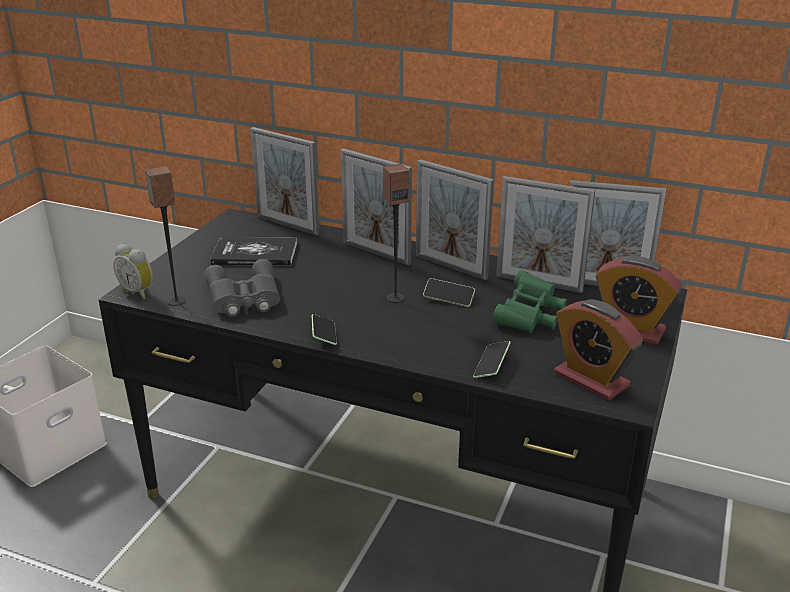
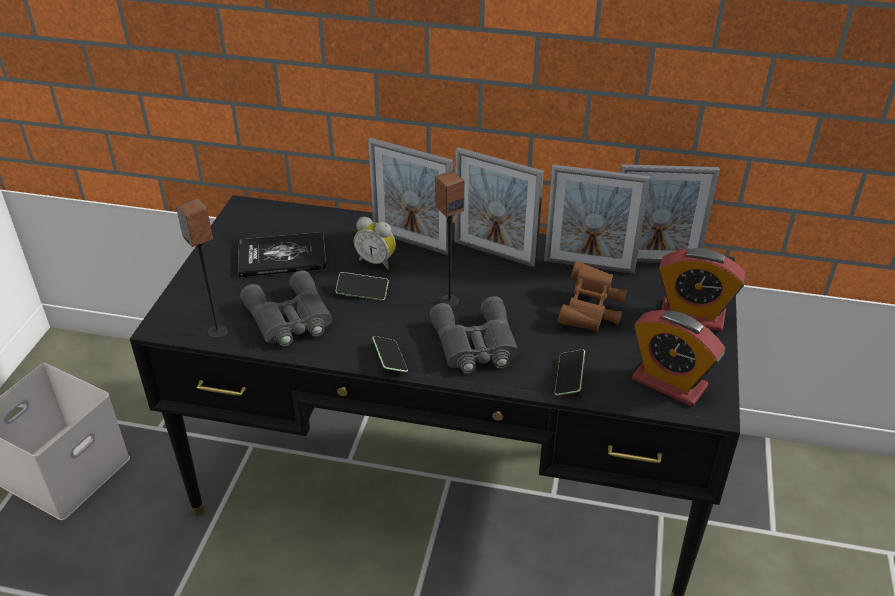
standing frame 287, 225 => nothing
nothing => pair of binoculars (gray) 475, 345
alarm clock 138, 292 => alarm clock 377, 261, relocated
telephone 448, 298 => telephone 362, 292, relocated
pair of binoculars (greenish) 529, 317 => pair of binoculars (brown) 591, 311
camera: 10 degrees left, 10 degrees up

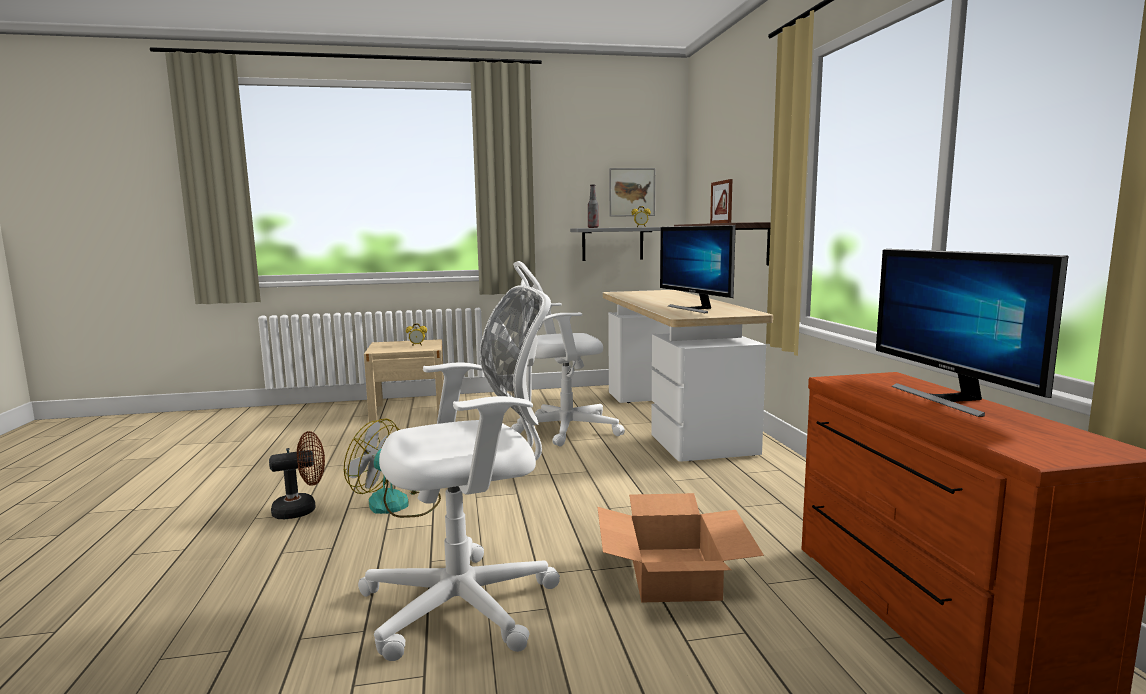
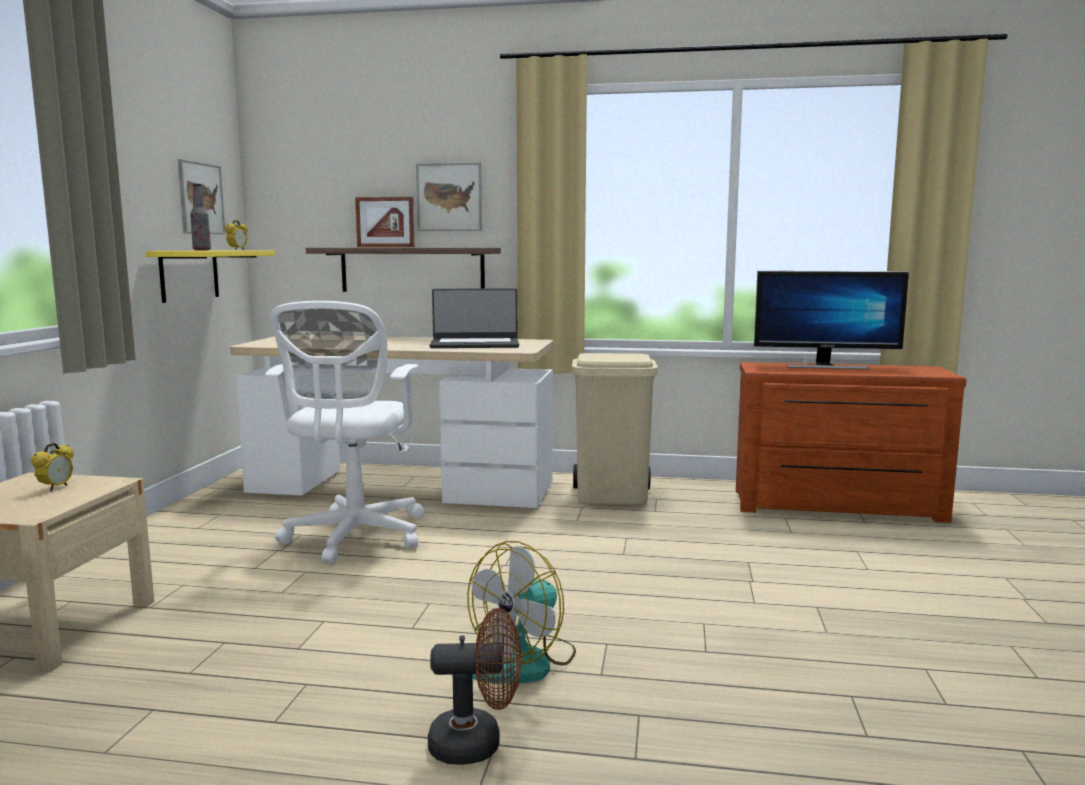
office chair (white-coloured) 469, 604 => nothing
carton 673, 574 => nothing
nothing => wall picture 449, 197
nothing => rubbish bin (sand-coloured) 612, 496
computer screen 695, 309 => laptop 475, 344
bracket shelf (gray) 612, 244 => bracket shelf (yellow-coloured) 189, 275
cooling fan (brown) 302, 510 => cooling fan (brown) 477, 743, 90 degrees clockwise
camera: 70 degrees left, 0 degrees up

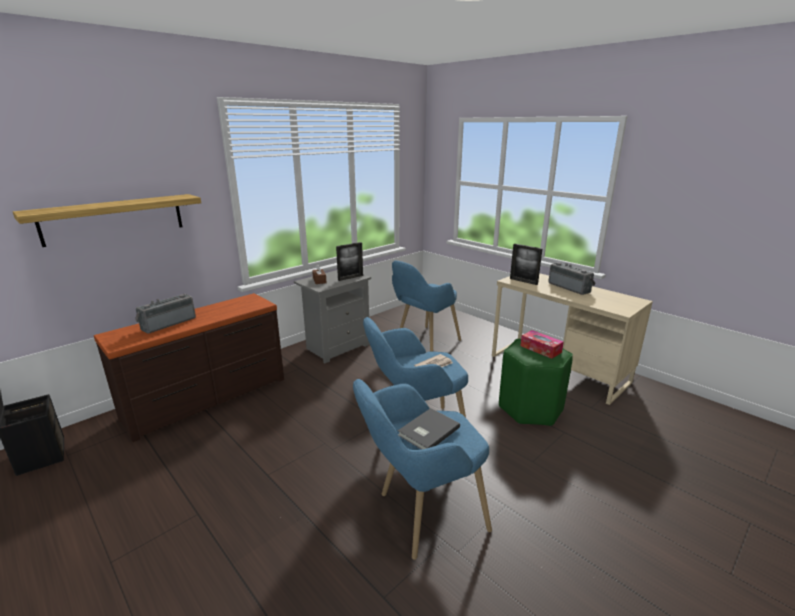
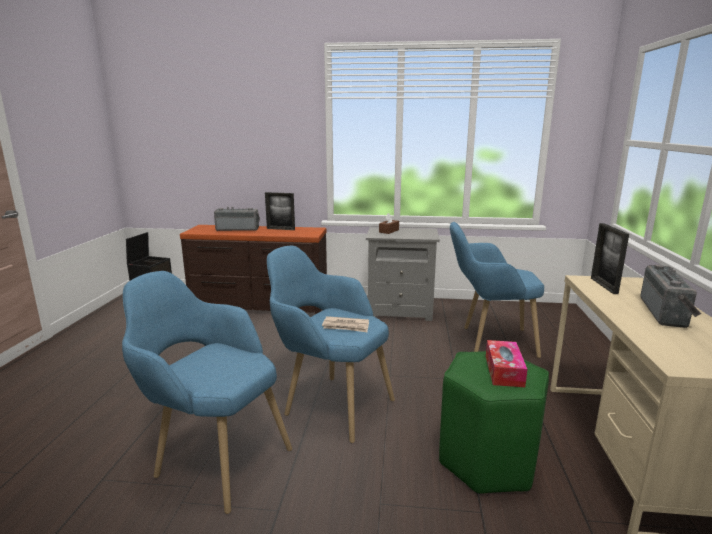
bracket shelf 114, 219 => nothing
bound book (gray) 427, 431 => nothing
standing frame 350, 277 => standing frame 280, 229, relocated
camera: 50 degrees right, 5 degrees down

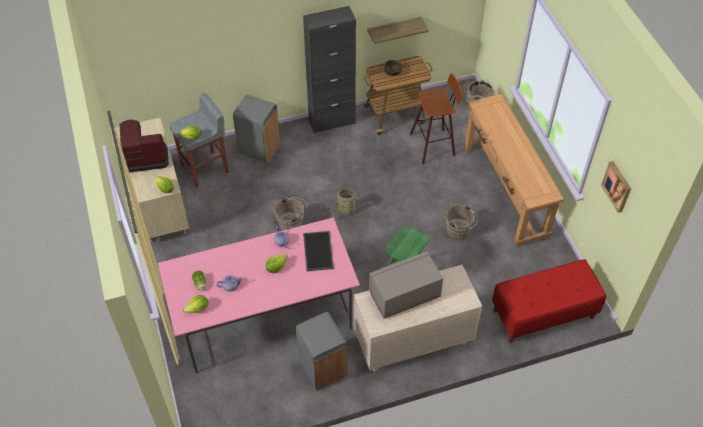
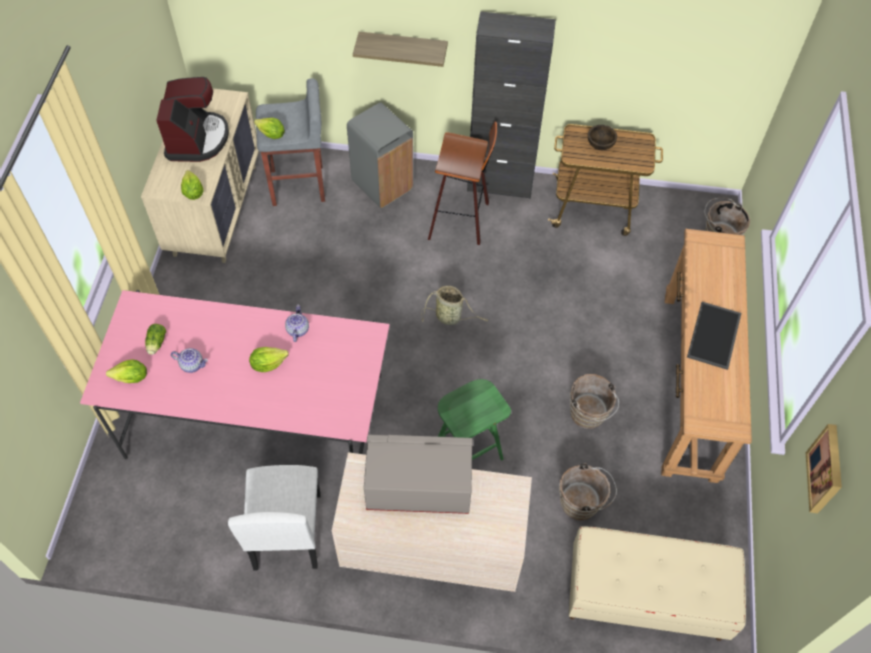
pail (brown) 292, 224 => pail (brown) 582, 503, relocated
serving tray 319, 251 => serving tray 715, 336, relocated
bracket shelf 394, 30 => bracket shelf 403, 48, relocated
stool seat 434, 145 => stool seat 461, 219, relocated
rubbish bin (gray) 322, 369 => upright chair (white-coloured) 286, 531
long seat (reddish) 543, 314 => long seat (sand-coloured) 645, 597
coffee maker 146, 157 => coffee maker 197, 139, 75 degrees clockwise
camera: 25 degrees right, 5 degrees up

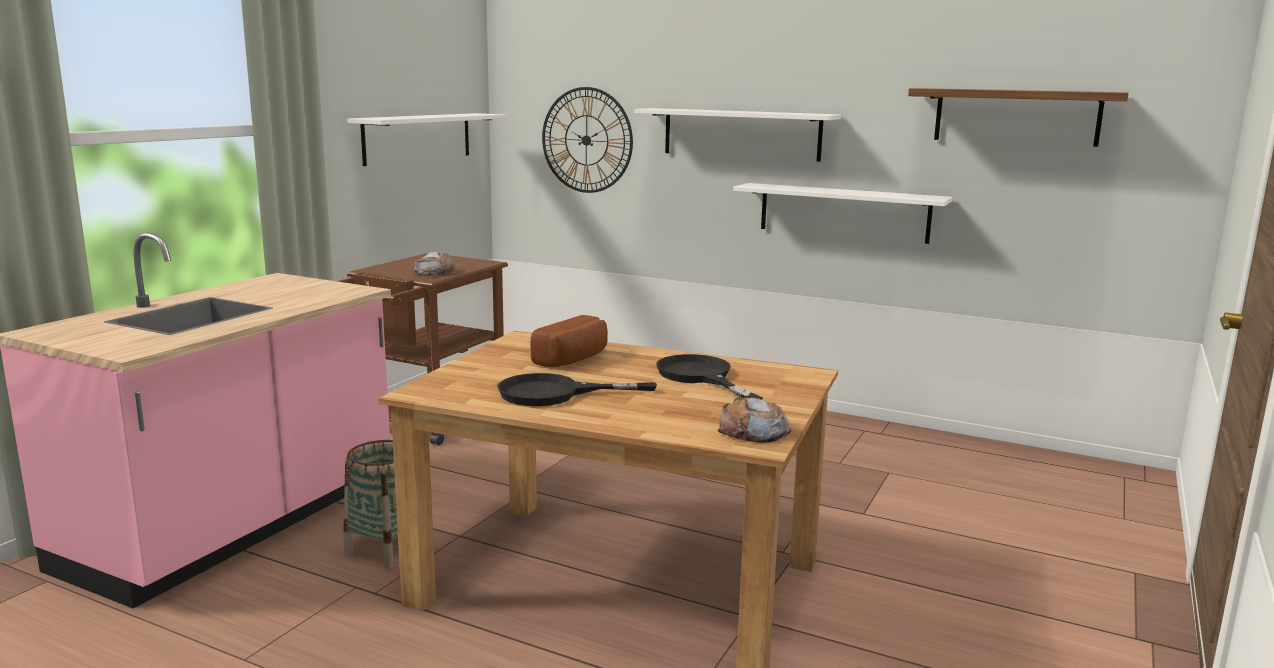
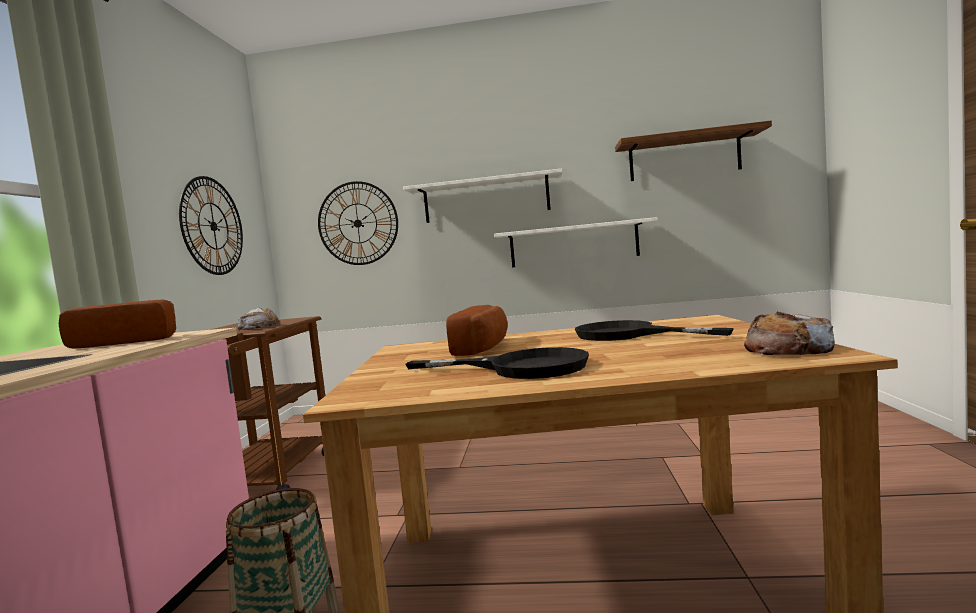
nothing => bread 128, 342
bracket shelf (white-coloured) 418, 138 => hanging clock 213, 226
skillet (blackish) 554, 393 => skillet (blackish) 520, 368, 135 degrees counterclockwise
camera: 20 degrees left, 10 degrees down

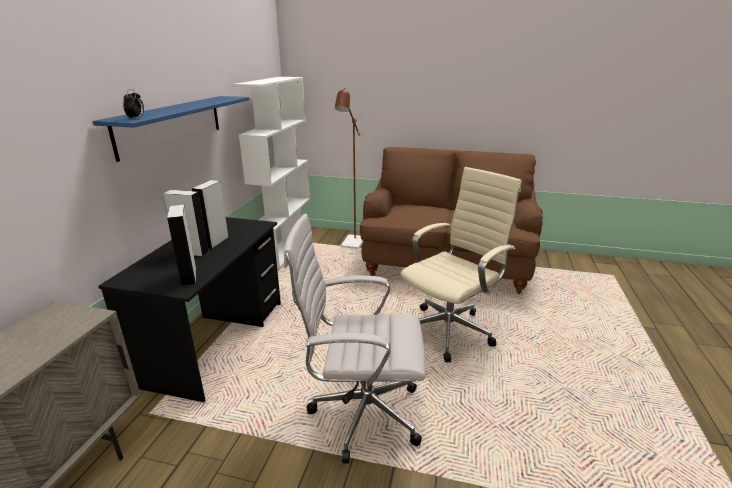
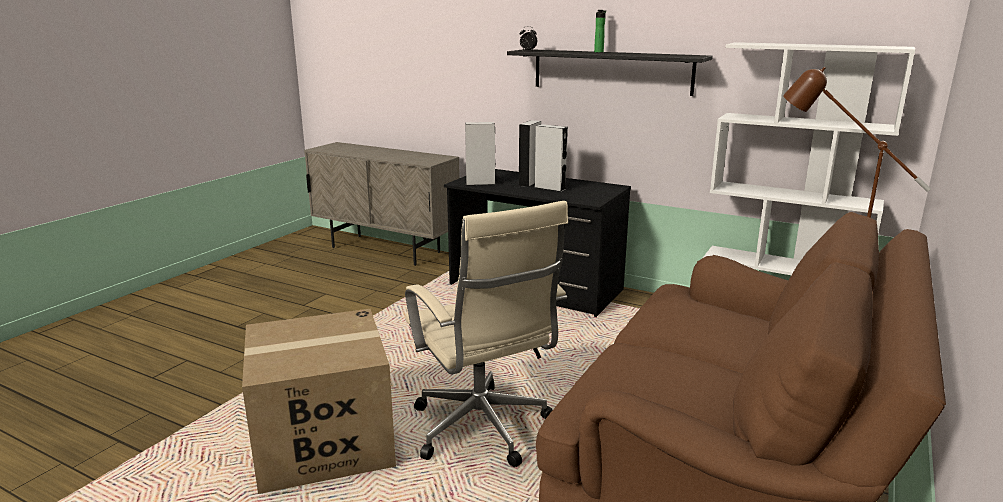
office chair (white-coloured) 360, 413 => nothing
nothing => carton 323, 442
nothing => beverage bottle 599, 52
bracket shelf (blue-coloured) 172, 124 => bracket shelf (blackish) 611, 71
camera: 105 degrees right, 5 degrees down

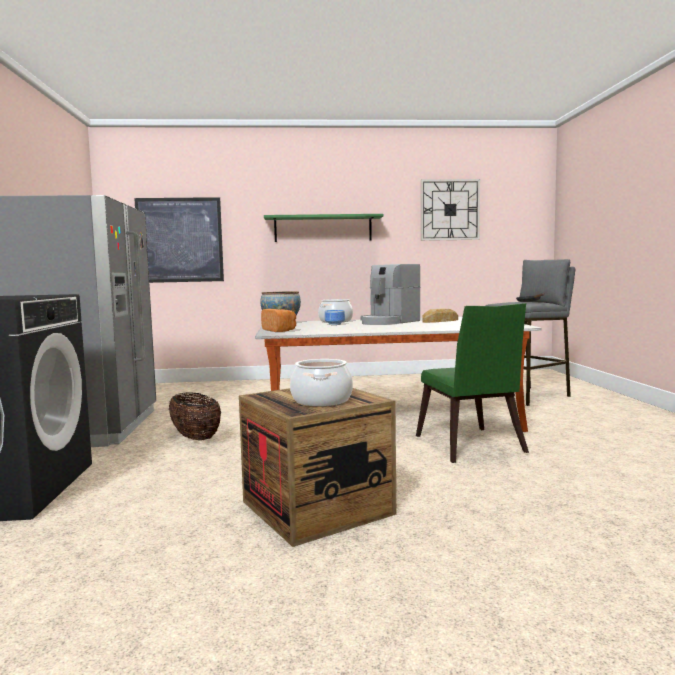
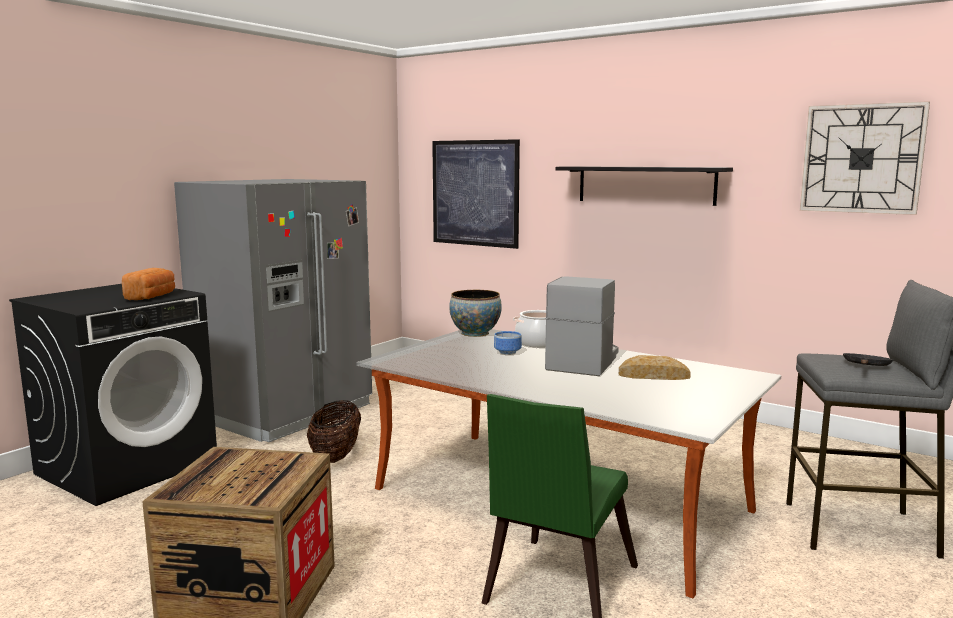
cooking pot 321, 400 => nothing
bread 279, 330 => bread 152, 297, relocated
bracket shelf (greenish) 323, 229 => bracket shelf (blackish) 645, 185
coffee maker 389, 322 => coffee maker 583, 362, 120 degrees clockwise
camera: 40 degrees right, 5 degrees up

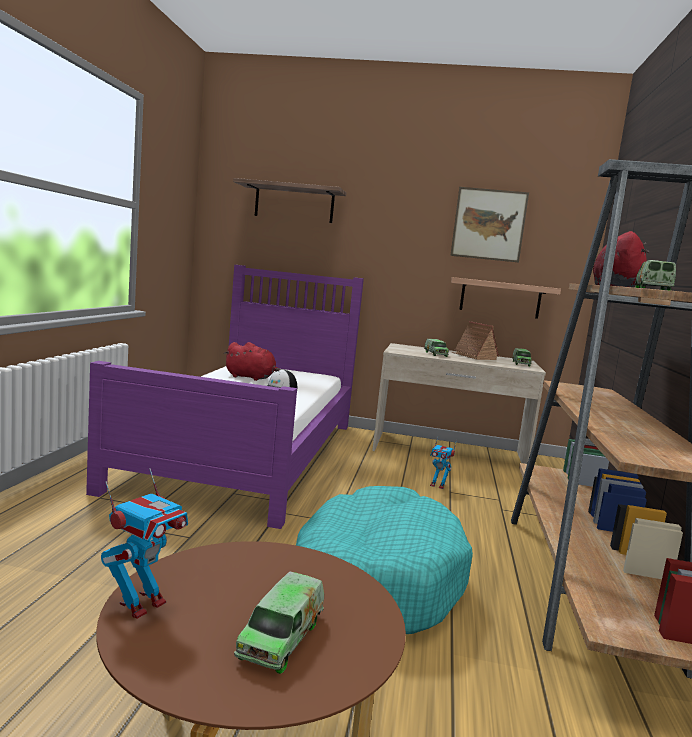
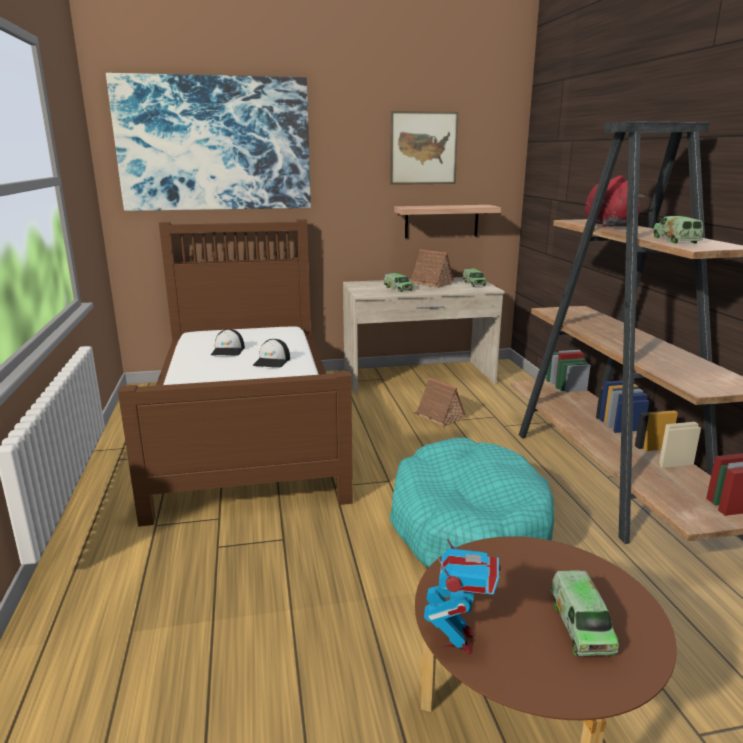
soft toy (reddish) 251, 378 => cap 228, 351
bracket shelf 294, 203 => wall picture 215, 144
robot figure 438, 485 => miniature house 438, 416
bed (purple) 247, 453 => bed (brown) 247, 429
camera: 20 degrees left, 10 degrees up

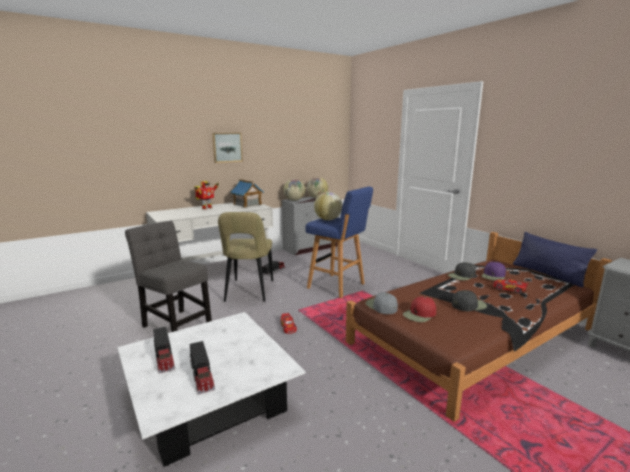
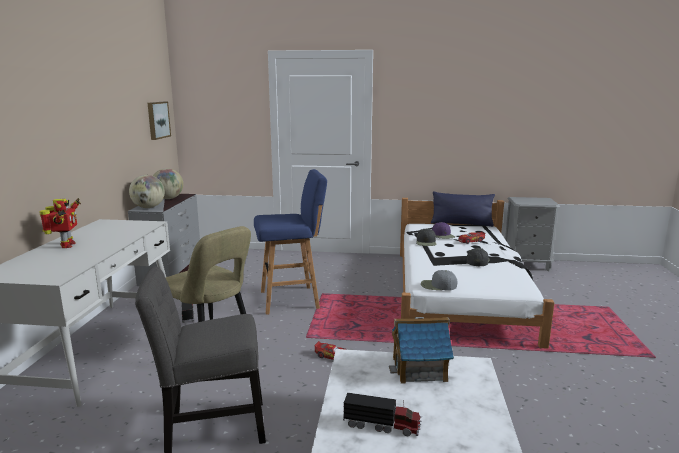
model truck 202, 375 => nothing
desk globe 328, 219 => nothing
cap (reddish) 419, 314 => nothing
wall picture 227, 147 => wall picture 157, 120, relocated
miniature house 247, 204 => miniature house 419, 369, relocated
bed (brown) 474, 336 => bed (white-coloured) 458, 292
camera: 50 degrees left, 0 degrees up

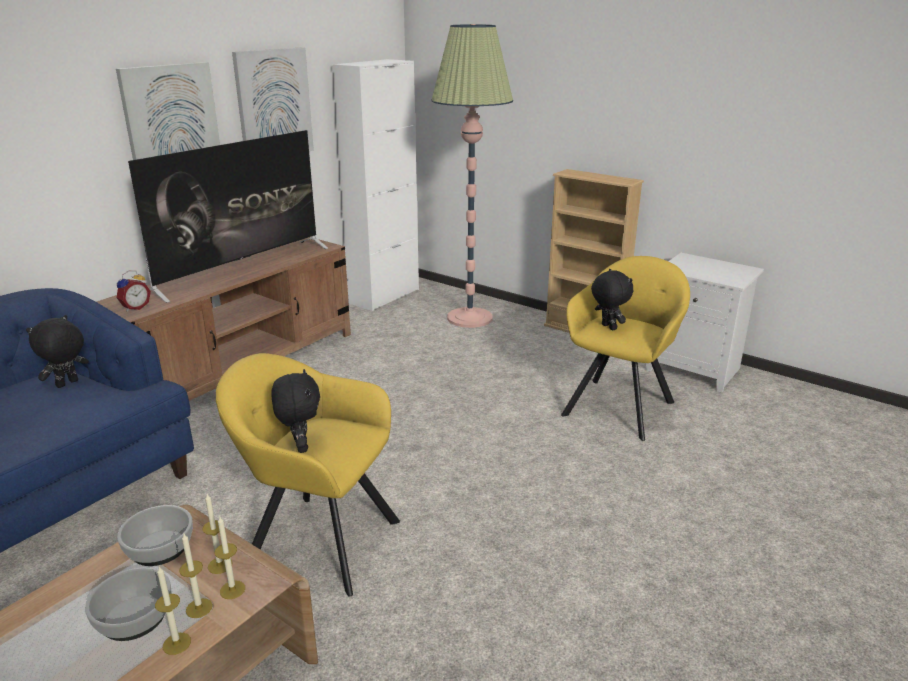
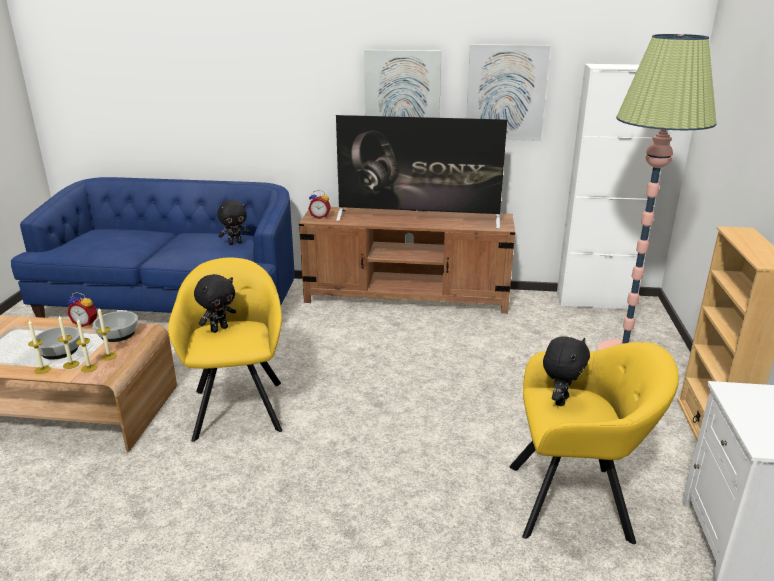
nothing => alarm clock 86, 323
soft toy (blackish) 67, 384 => soft toy (blackish) 235, 243, 150 degrees clockwise
camera: 60 degrees right, 0 degrees up

